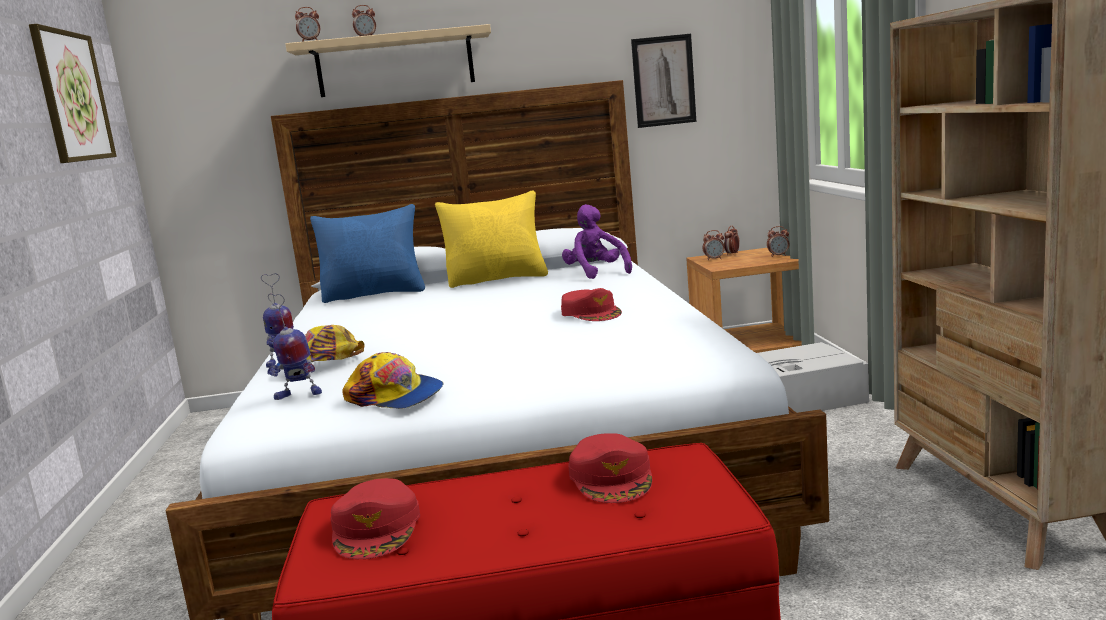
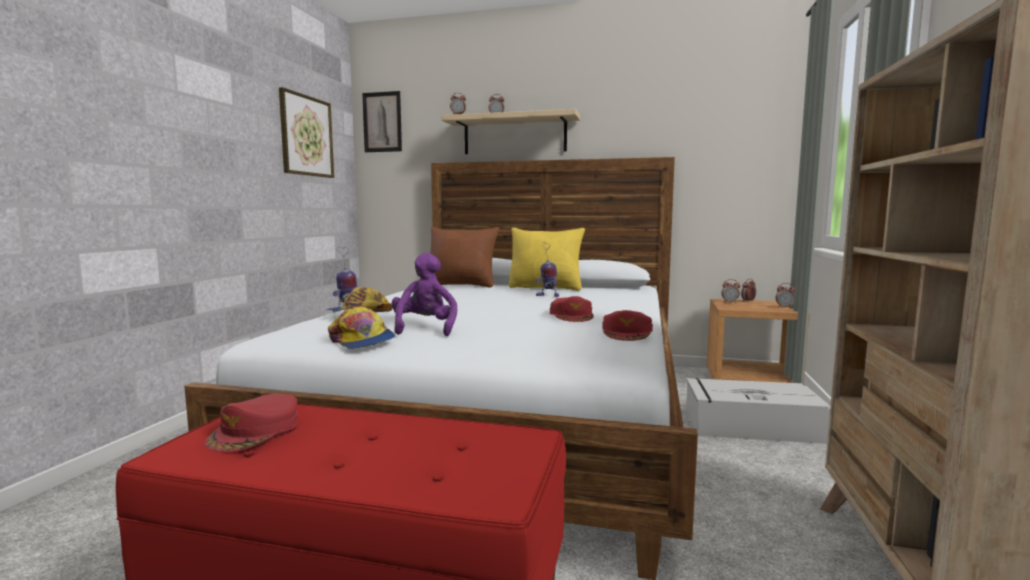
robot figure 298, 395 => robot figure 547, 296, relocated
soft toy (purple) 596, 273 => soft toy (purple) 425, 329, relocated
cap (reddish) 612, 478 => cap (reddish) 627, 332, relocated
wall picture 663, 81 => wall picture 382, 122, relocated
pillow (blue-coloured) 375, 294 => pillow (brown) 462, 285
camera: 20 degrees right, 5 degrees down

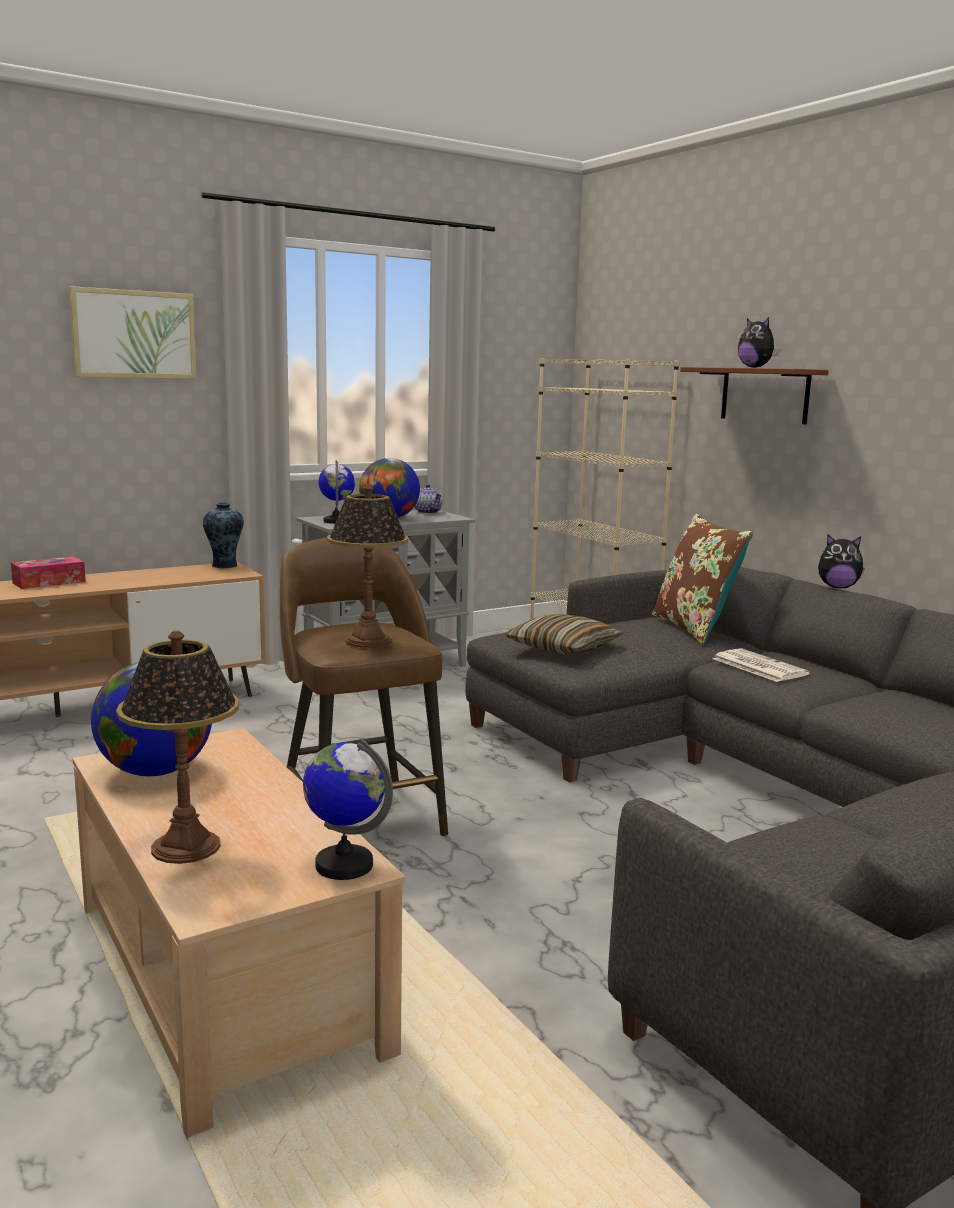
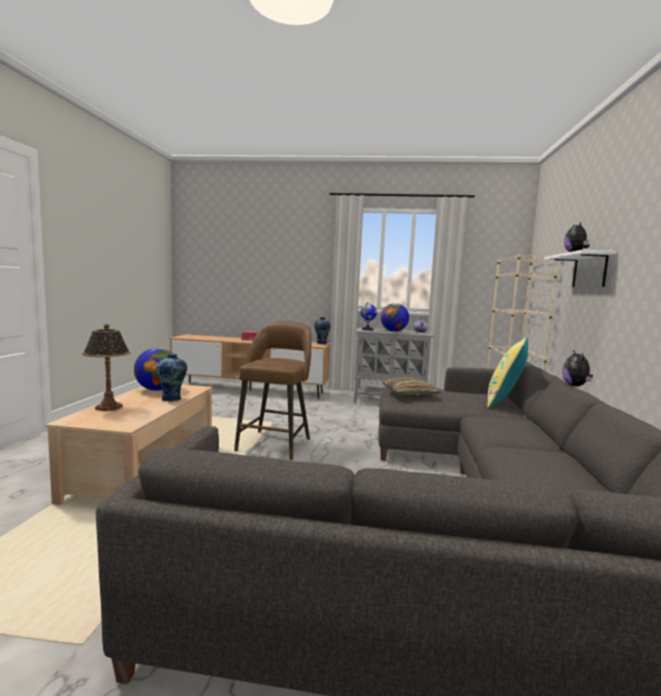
wall picture 134, 334 => nothing
desk globe 344, 865 => nothing
lamp for a table 368, 641 => nothing
printed paper 758, 666 => nothing
nothing => flower vase 172, 399
pillow (brown) 695, 628 => pillow (yellow-coloured) 504, 402
bracket shelf (brown) 764, 395 => bracket shelf (white-coloured) 589, 270
soft toy 838, 587 => soft toy 576, 386, 45 degrees clockwise
camera: 40 degrees right, 5 degrees down

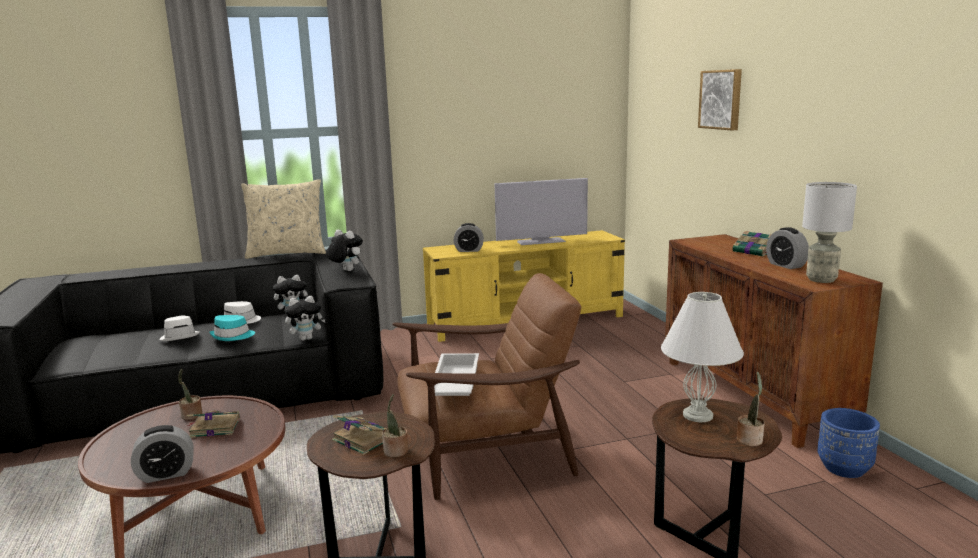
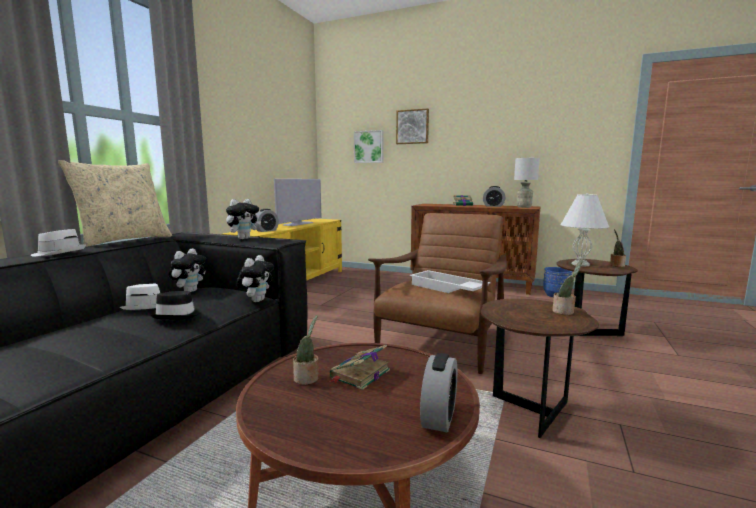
bound book 361, 439 => nothing
nothing => wall picture 369, 147
hat (white-coloured) 179, 336 => hat (white-coloured) 59, 253, relocated
hat (turquoise) 232, 336 => hat (blackish) 178, 315
soft toy 345, 270 => soft toy 244, 238, 150 degrees clockwise
camera: 50 degrees left, 5 degrees down

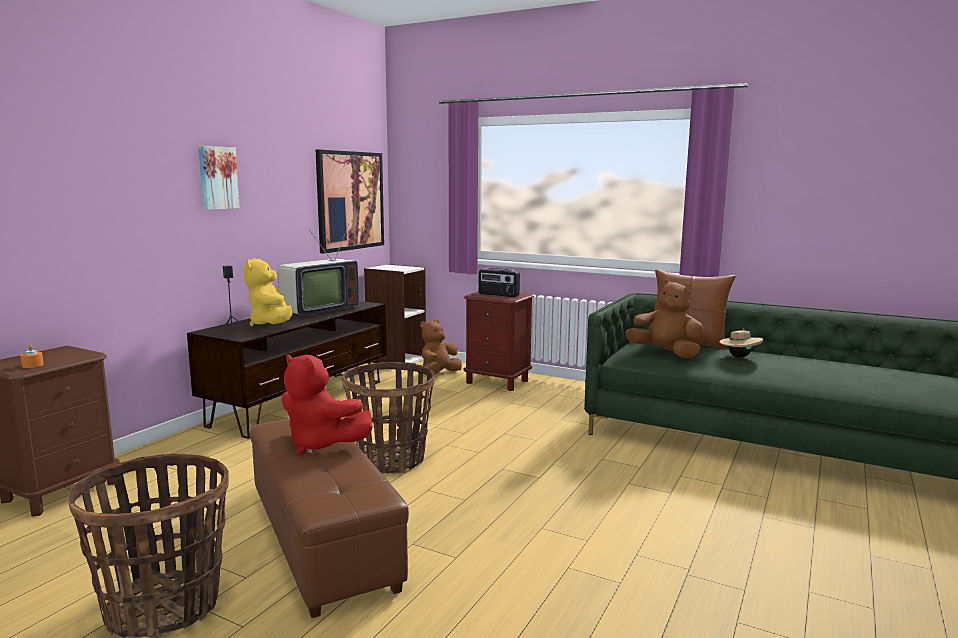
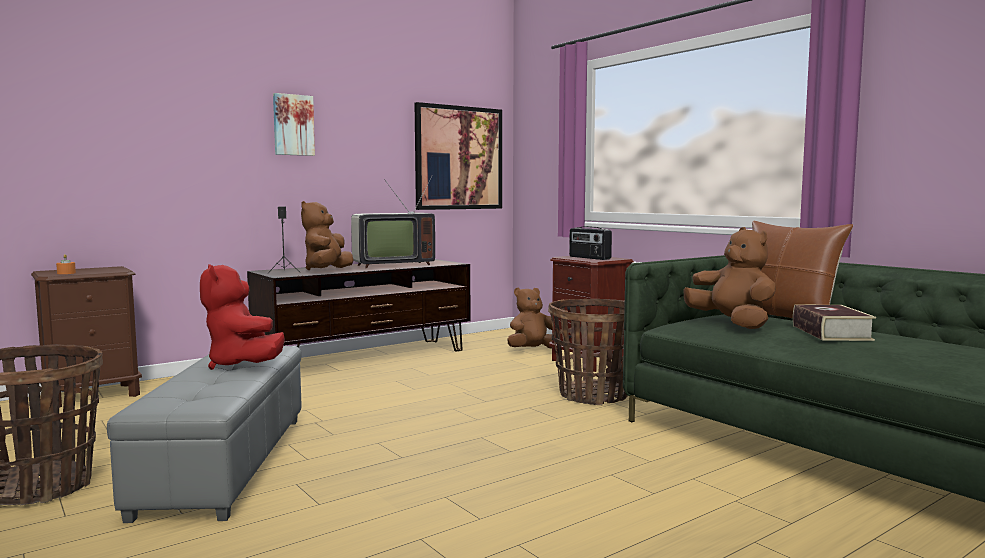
bookshelf 396, 360 => nothing
basket 391, 460 => basket 593, 395, relocated
hat (sand-coloured) 739, 357 => bound book 831, 333
soft toy (yellow-coloured) 272, 325 => soft toy (brown) 327, 270
pouffe (brown) 320, 538 => pouffe (gray) 224, 463
camera: 25 degrees right, 5 degrees down

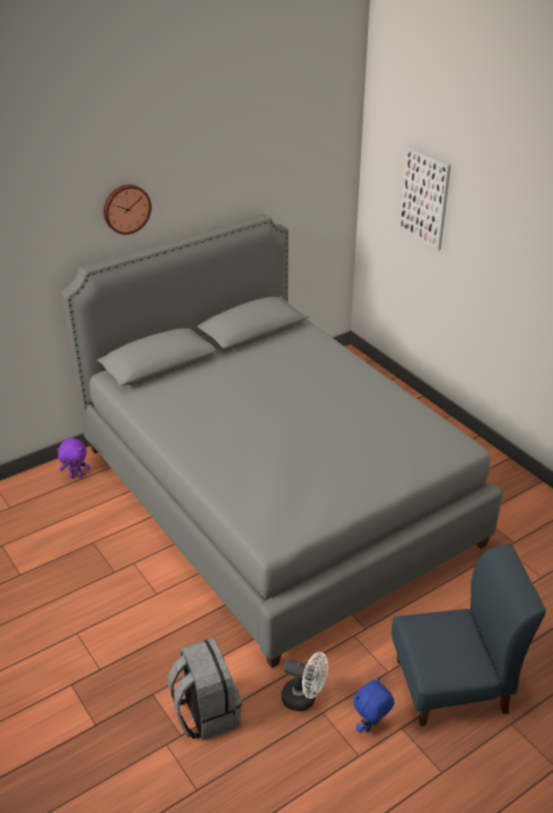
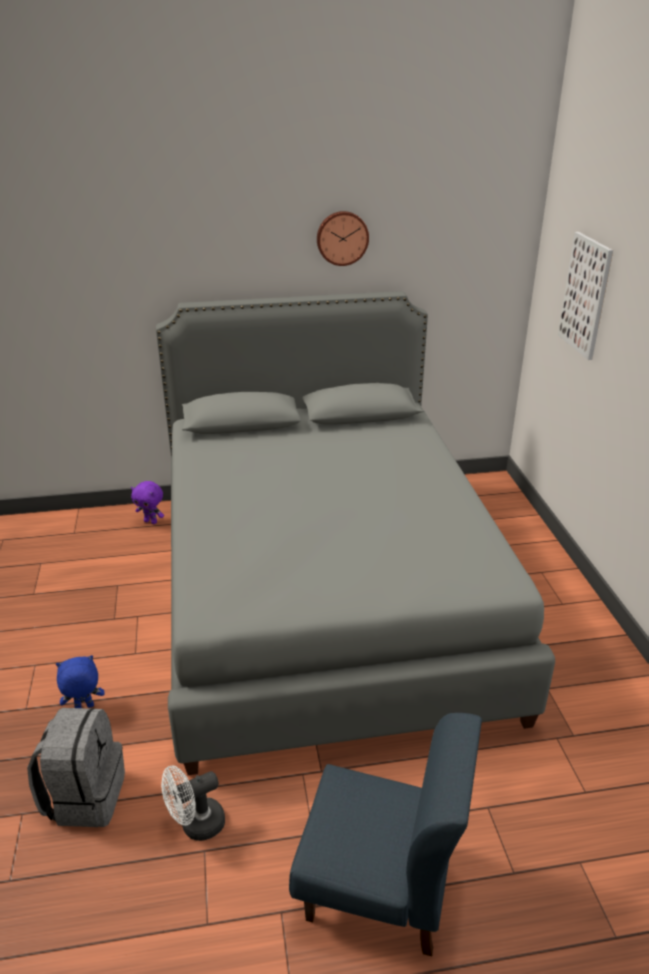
hanging clock 126, 208 => hanging clock 342, 238, relocated
soft toy (blue-coloured) 371, 726 => soft toy (blue-coloured) 84, 708, relocated
cooling fan (white-coloured) 304, 699 => cooling fan (white-coloured) 196, 825, 105 degrees clockwise
camera: 25 degrees right, 5 degrees down

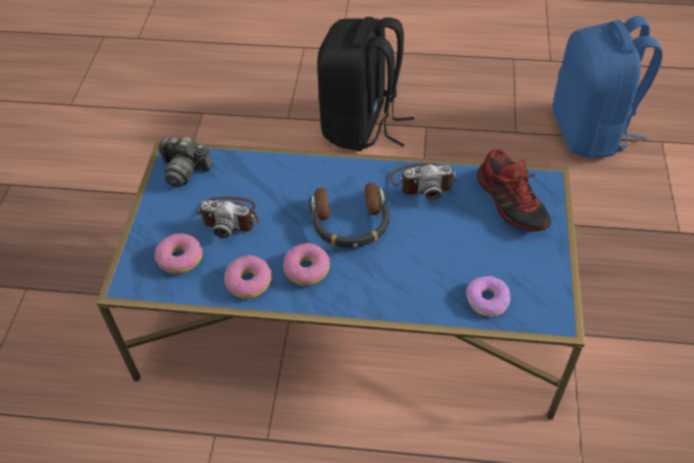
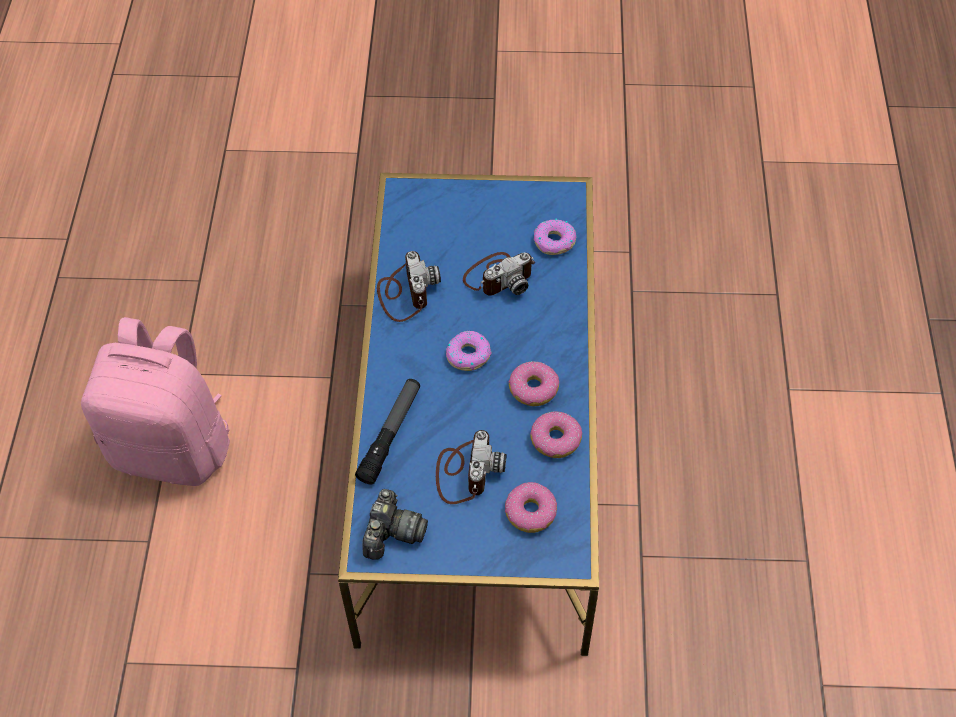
low shoe 512, 202 => nothing
backpack (blue-coloured) 590, 132 => nothing
nothing => torch 390, 434
nothing => still camera 499, 276
headphones 350, 223 => doughnut 468, 355
backpack (blackish) 361, 126 => backpack (pink) 174, 447
camera: 95 degrees left, 5 degrees up

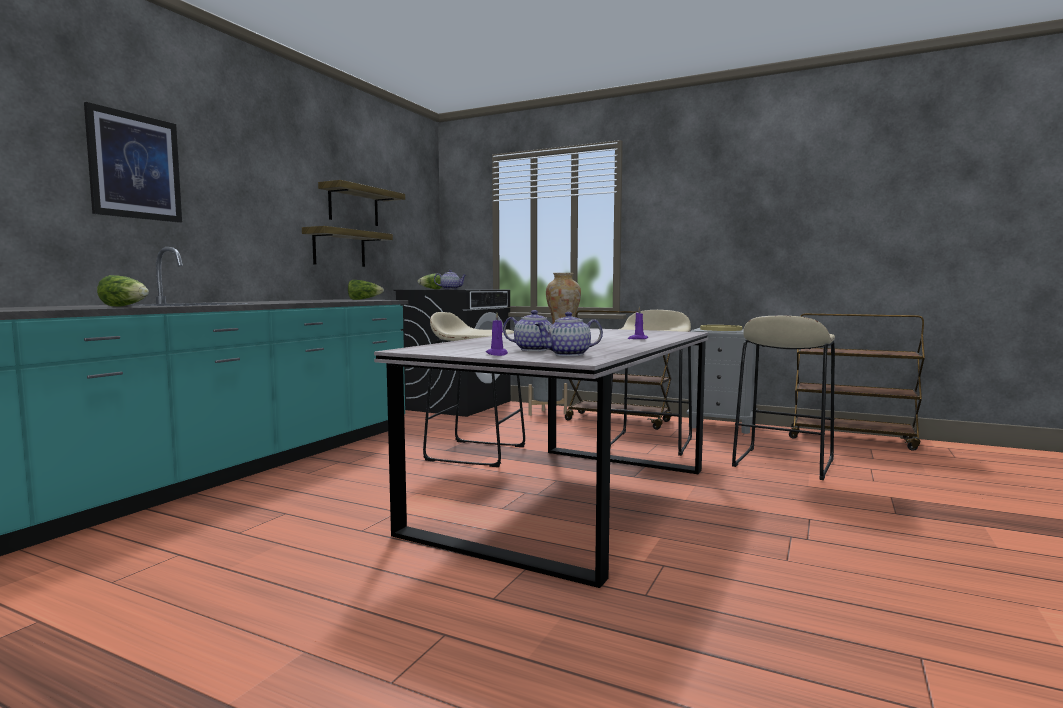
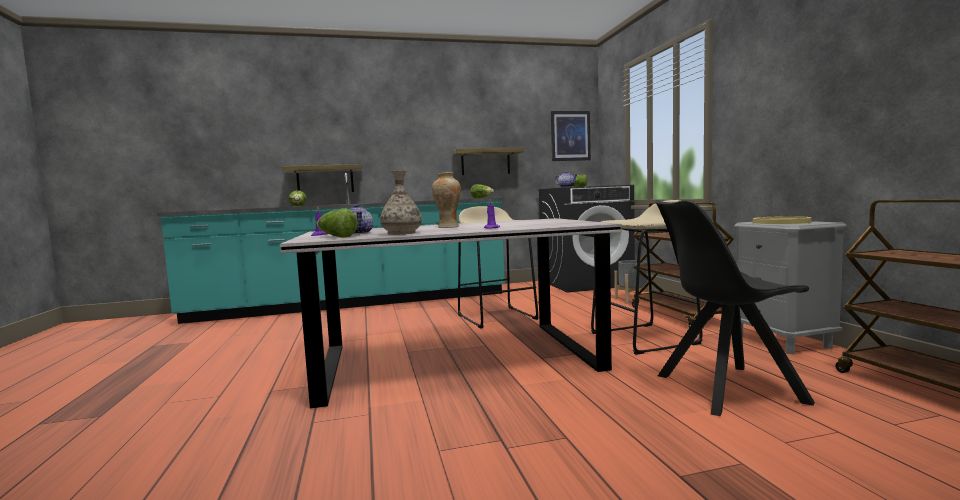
nothing => flower vase 401, 233
wall picture 135, 166 => wall picture 570, 136, relocated
bracket shelf 353, 206 => bracket shelf 325, 179, relocated
tea pot 568, 355 => lettuce 336, 237
stool seat (sand-coloured) 783, 463 => upright chair (blackish) 725, 389
camera: 50 degrees right, 0 degrees up

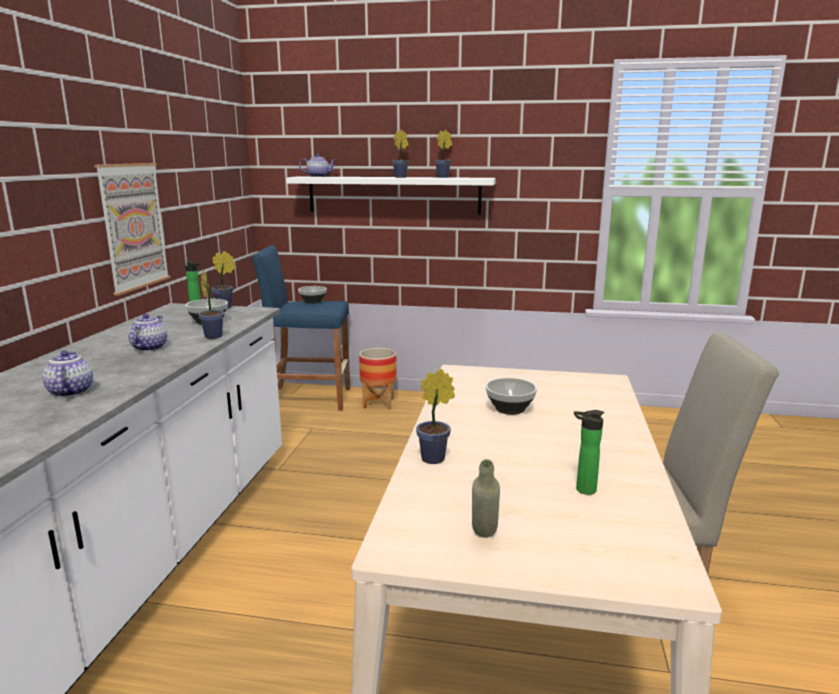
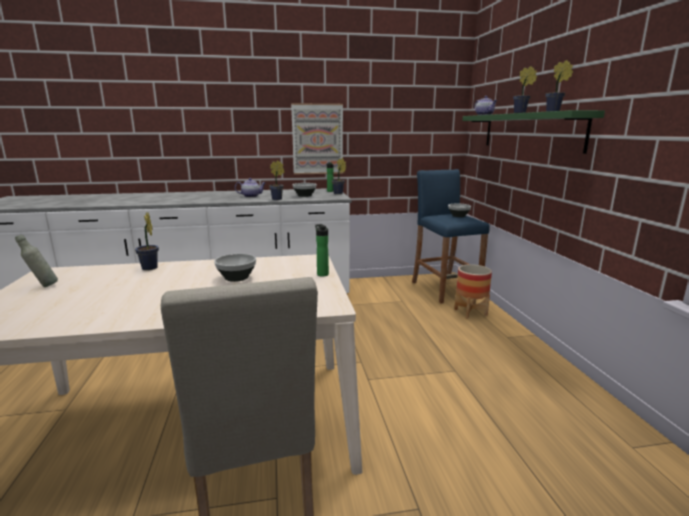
tea pot 70, 391 => nothing
beverage bottle 582, 490 => beverage bottle 322, 274, relocated
bracket shelf (white-coloured) 393, 195 => bracket shelf (greenish) 529, 131
camera: 70 degrees right, 0 degrees up

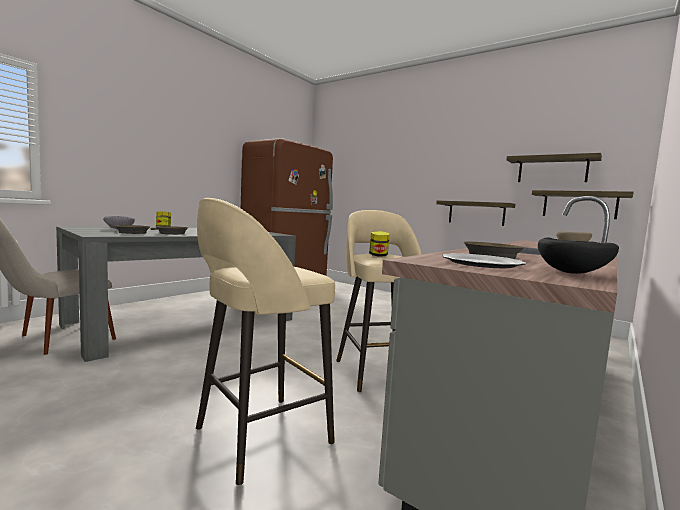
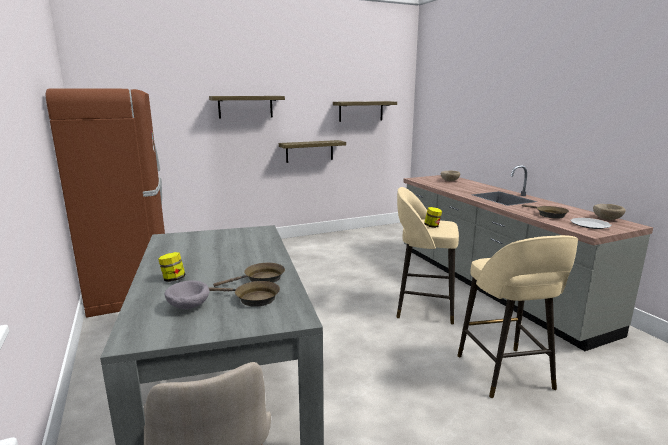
bracket shelf 579, 205 => bracket shelf 245, 107, relocated
deep dish (blackish) 573, 273 => deep dish (sand-coloured) 606, 219
camera: 60 degrees left, 10 degrees up

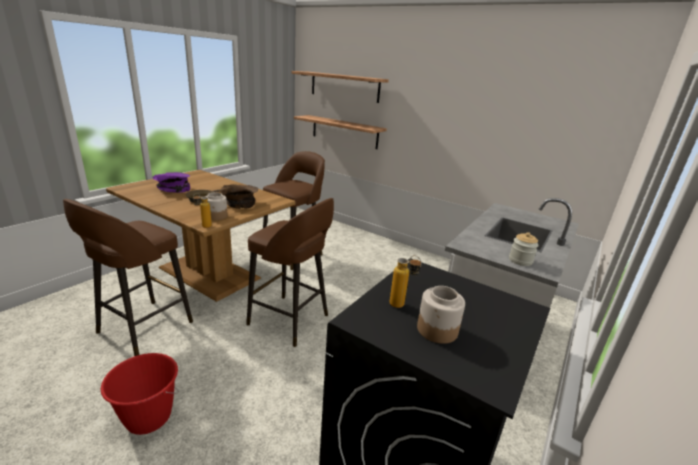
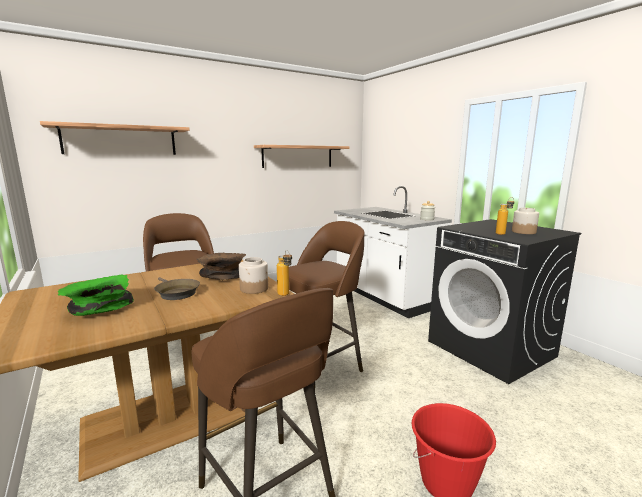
bracket shelf 344, 131 => bracket shelf 298, 156, relocated
deep dish (purple) 173, 189 => deep dish (greenish) 99, 310
camera: 65 degrees left, 10 degrees down

